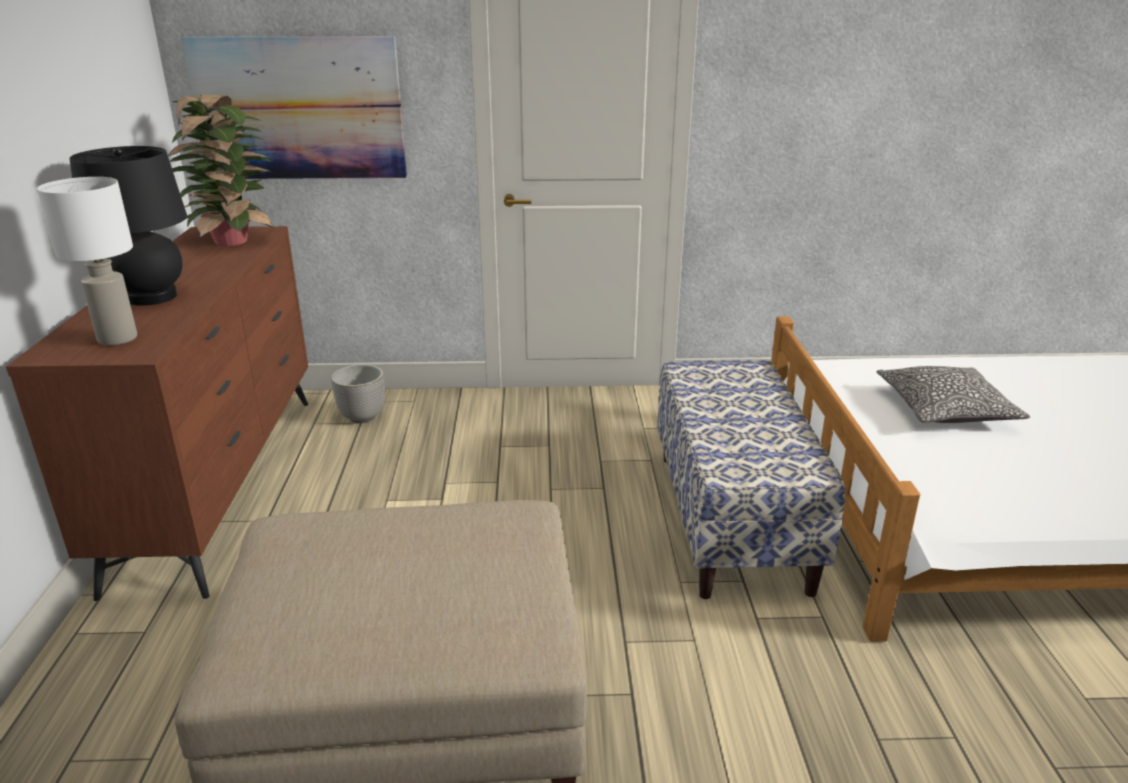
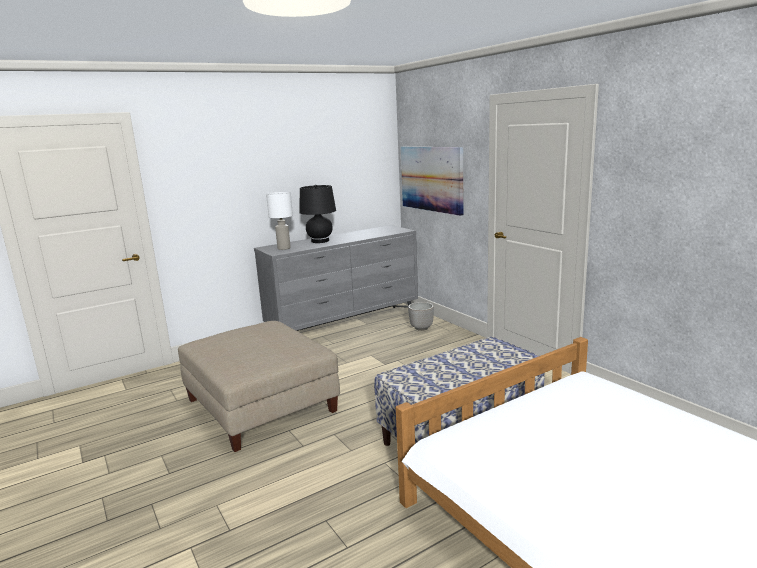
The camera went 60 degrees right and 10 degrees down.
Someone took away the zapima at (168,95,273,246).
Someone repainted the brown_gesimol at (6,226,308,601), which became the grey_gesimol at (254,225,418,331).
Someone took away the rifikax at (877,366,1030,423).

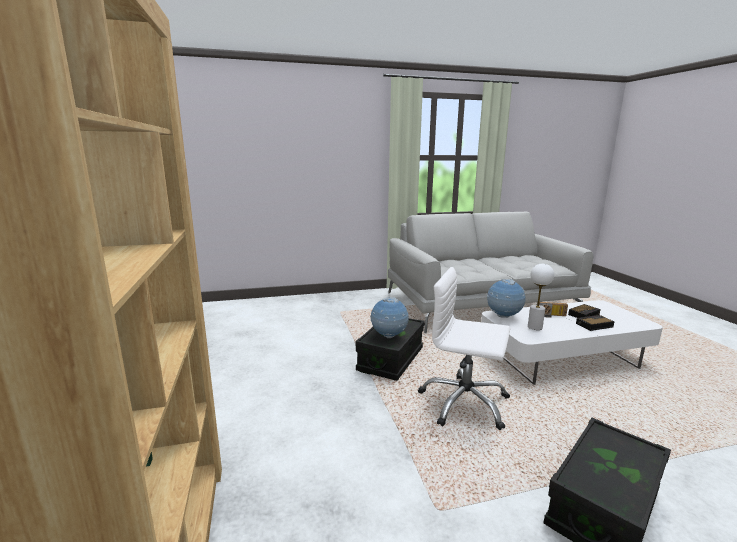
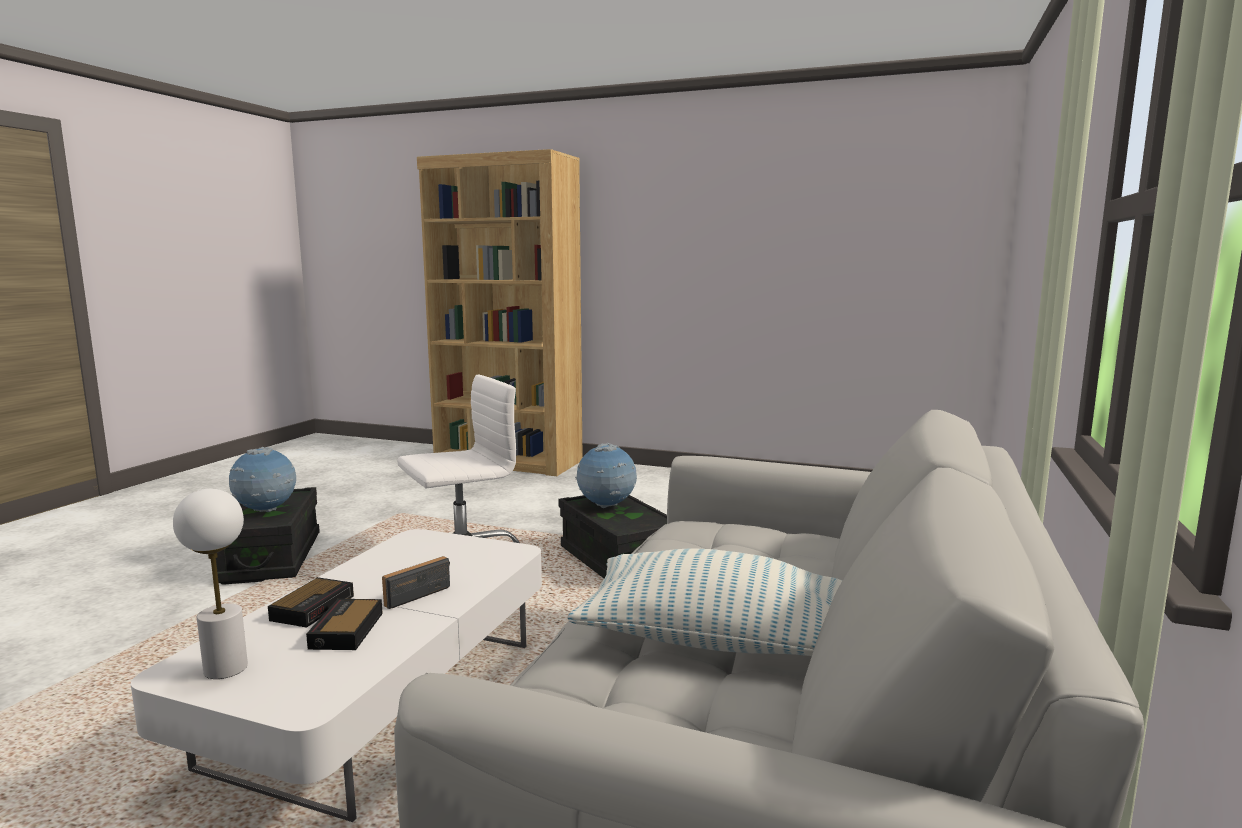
The camera went 125 degrees right and 5 degrees down.
Someone carried the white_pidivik from (528,264,554,330) to (173,489,248,679).
Someone carried the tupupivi from (487,279,525,318) to (229,447,296,512).
Someone put down the rifikax at (567,548,842,656).

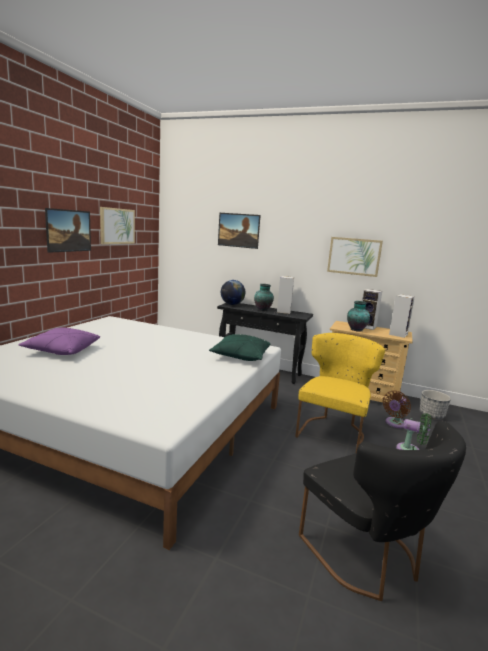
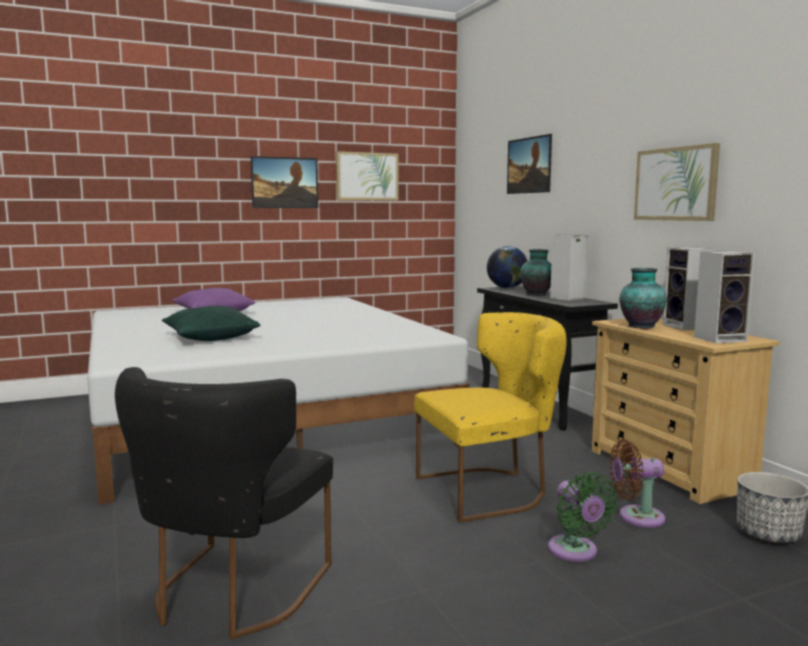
The camera went 45 degrees right and 5 degrees down.
Someone carried the green_rifikax from (209,334,271,361) to (162,306,261,341).

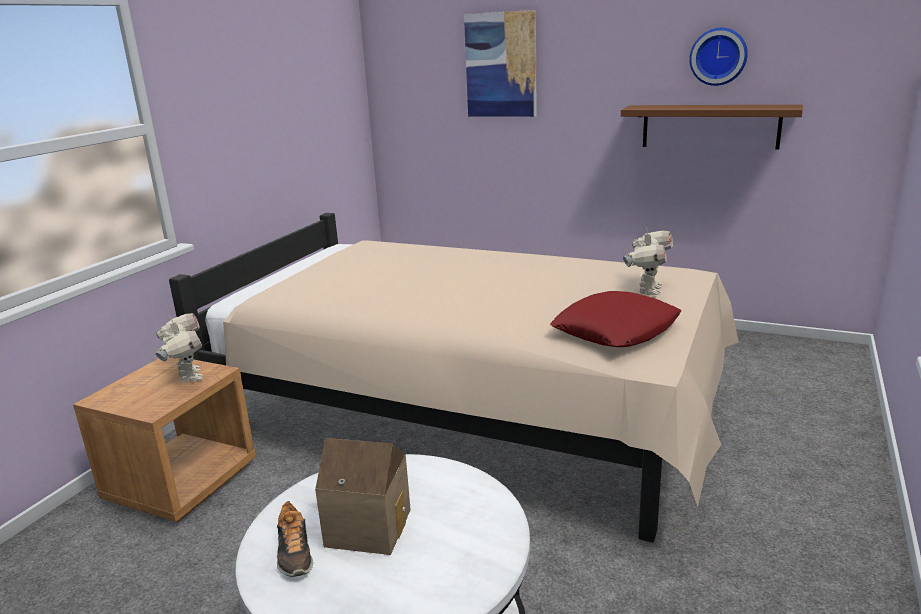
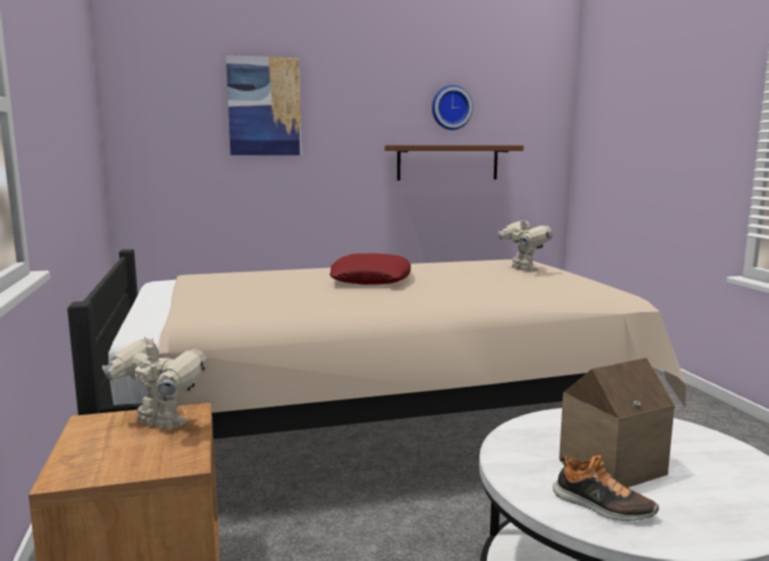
The camera went 40 degrees left and 10 degrees down.
Someone carried the red_rifikax from (550,291,682,347) to (330,253,411,285).

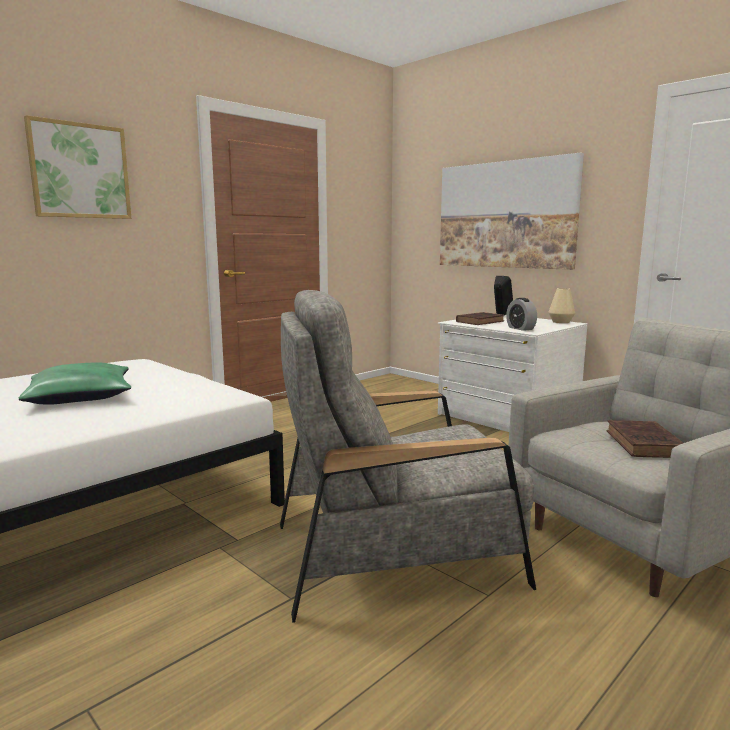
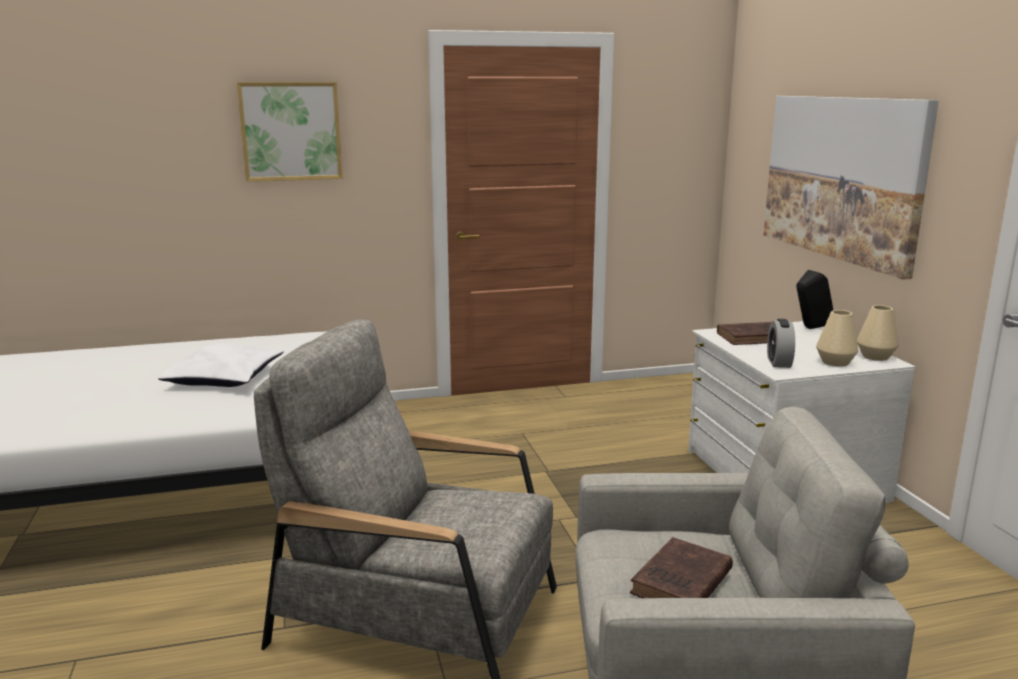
The camera went 30 degrees right and 5 degrees up.
Someone repainted the green_rifikax at (19,362,131,405), which became the white_rifikax at (158,344,284,387).
Someone put down the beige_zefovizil at (816,310,859,367).

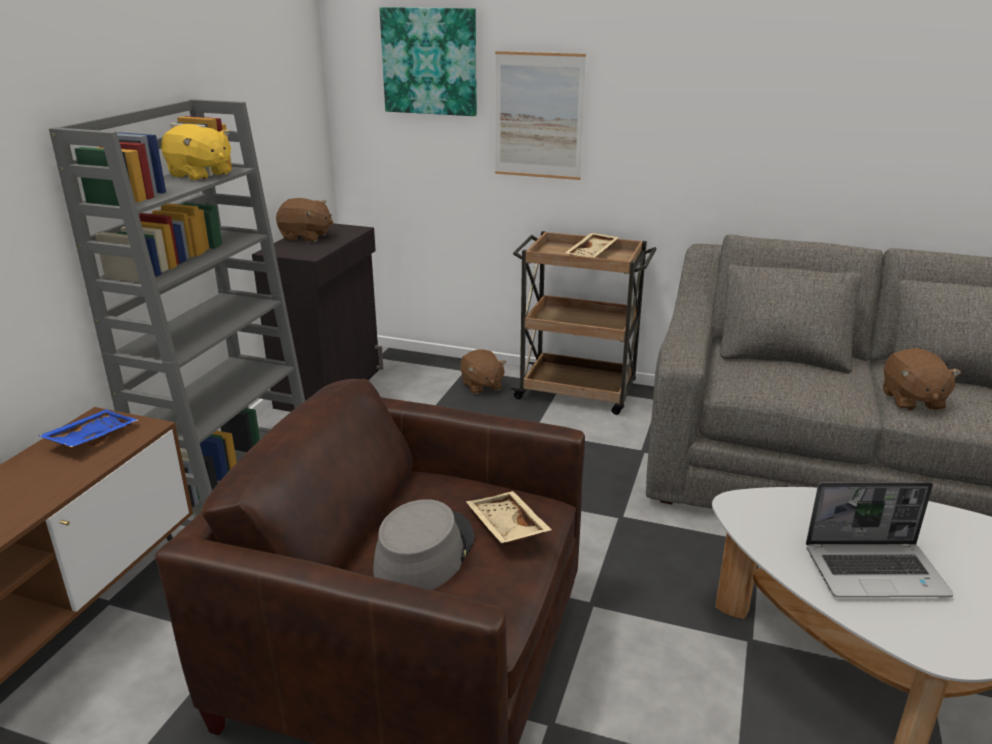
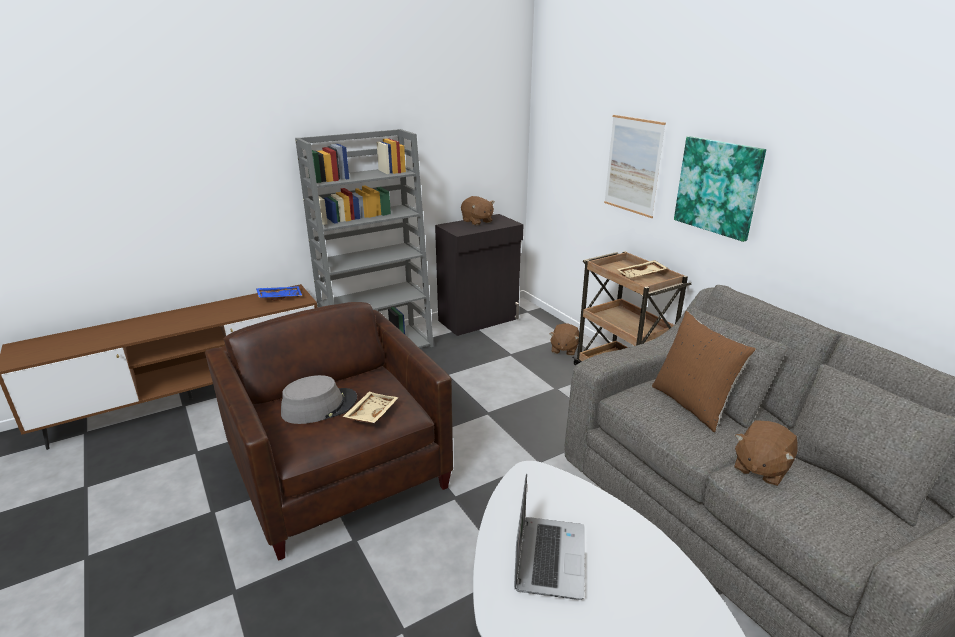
The camera went 40 degrees right and 0 degrees up.
Someone carried the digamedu from (380,7,477,116) to (674,136,766,242).
Someone took away the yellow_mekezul at (161,124,231,181).
Someone rotated the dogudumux at (806,482,953,597) by 120 degrees counterclockwise.
Someone put down the brown_rifikax at (652,311,756,432).

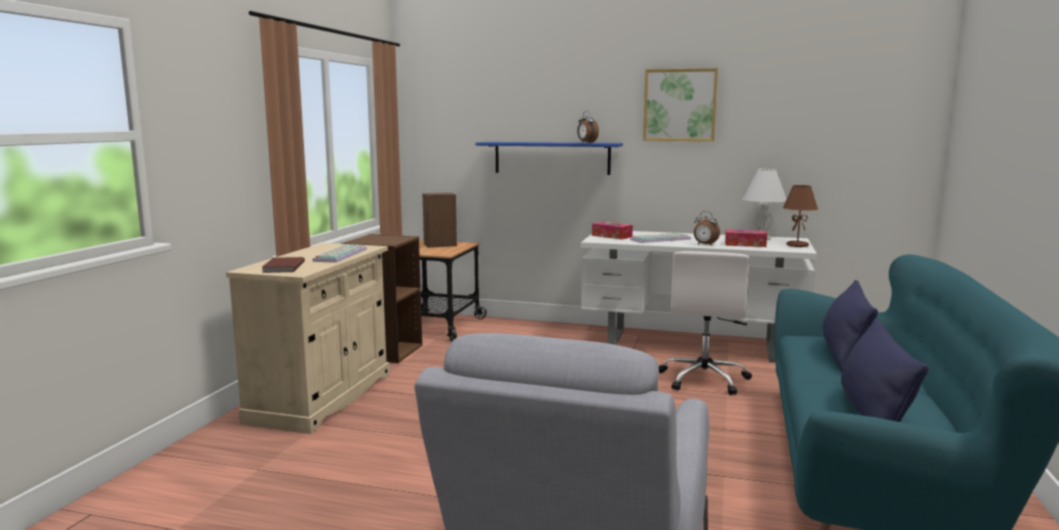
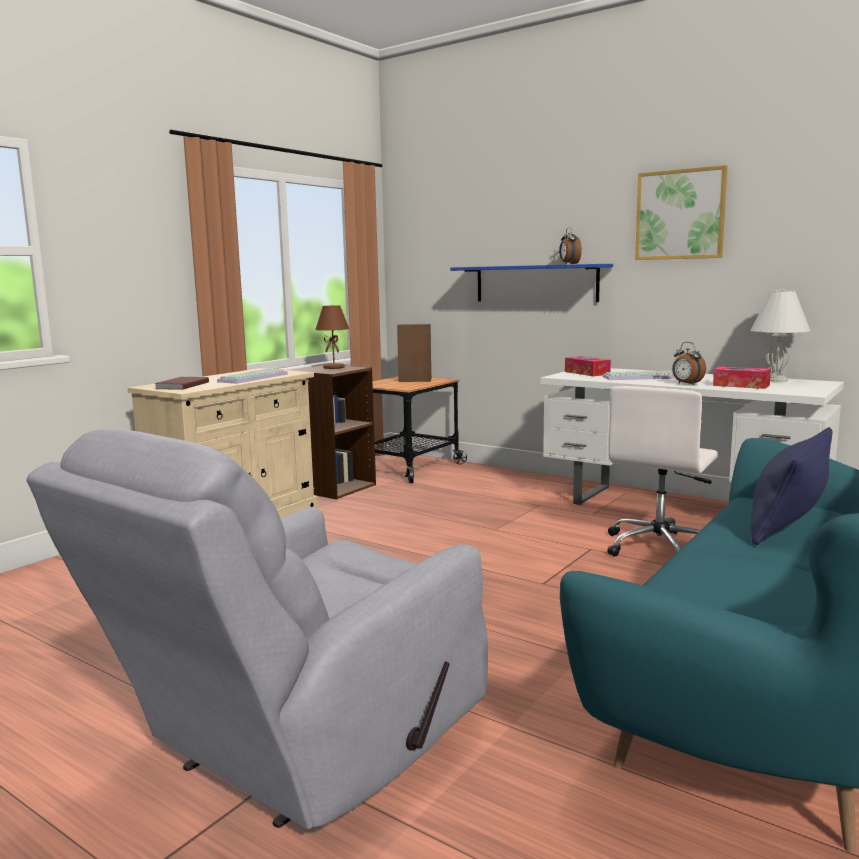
The camera went 20 degrees right and 0 degrees up.
Someone carried the brown_pidivik from (783,185,818,247) to (315,305,349,369).
Someone took away the blue_rifikax at (841,318,929,422).

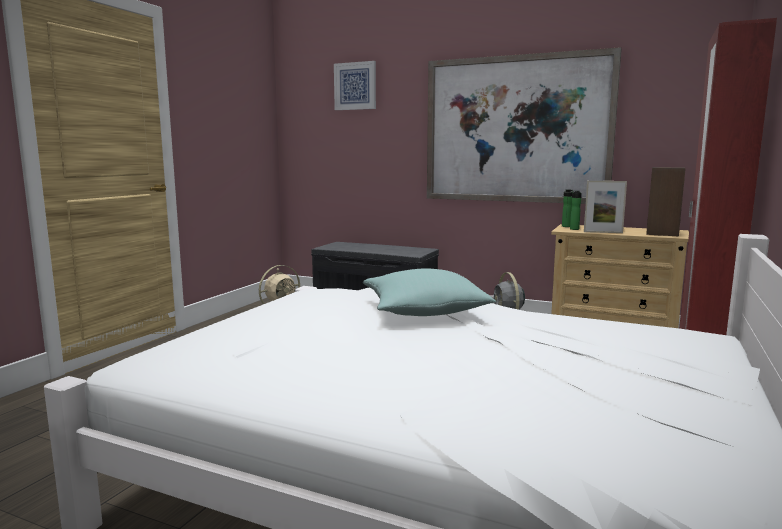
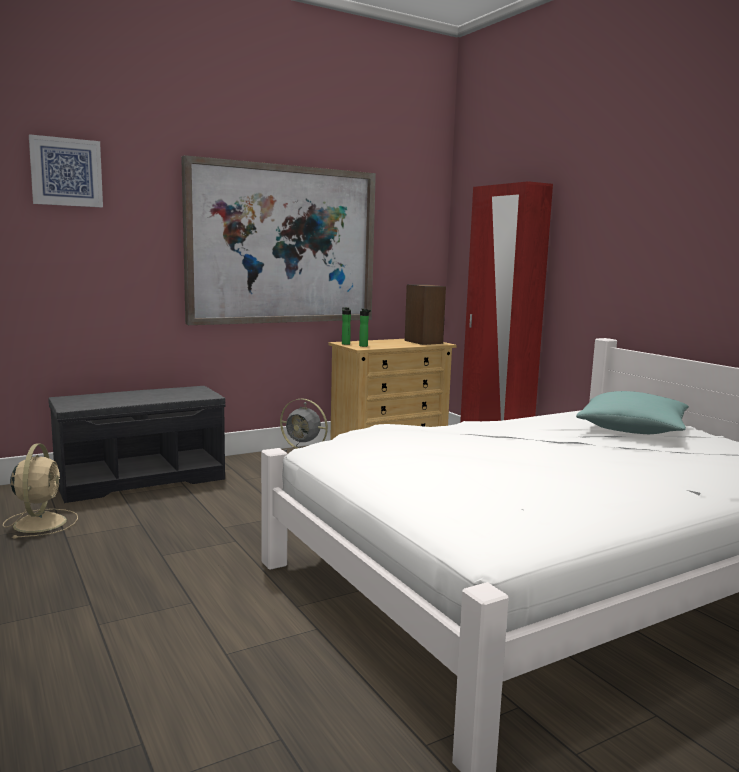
The camera went 55 degrees left and 0 degrees up.
Someone took away the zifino at (584,181,627,233).
Someone carried the turquoise_rifikax from (363,268,496,316) to (576,391,689,434).

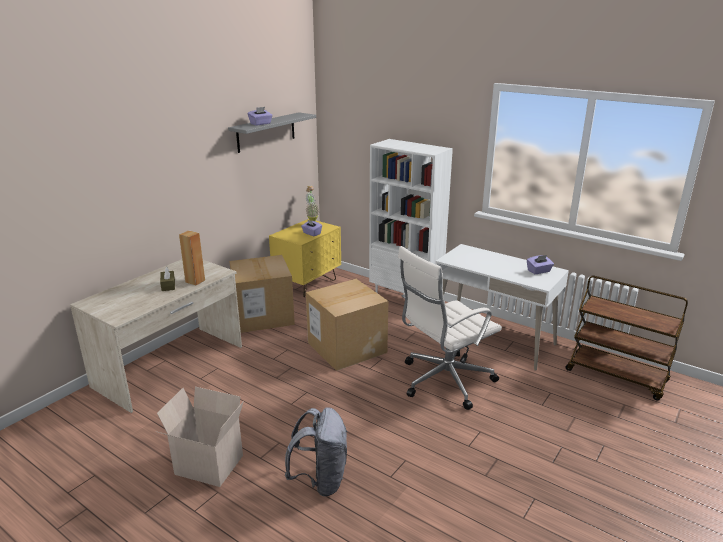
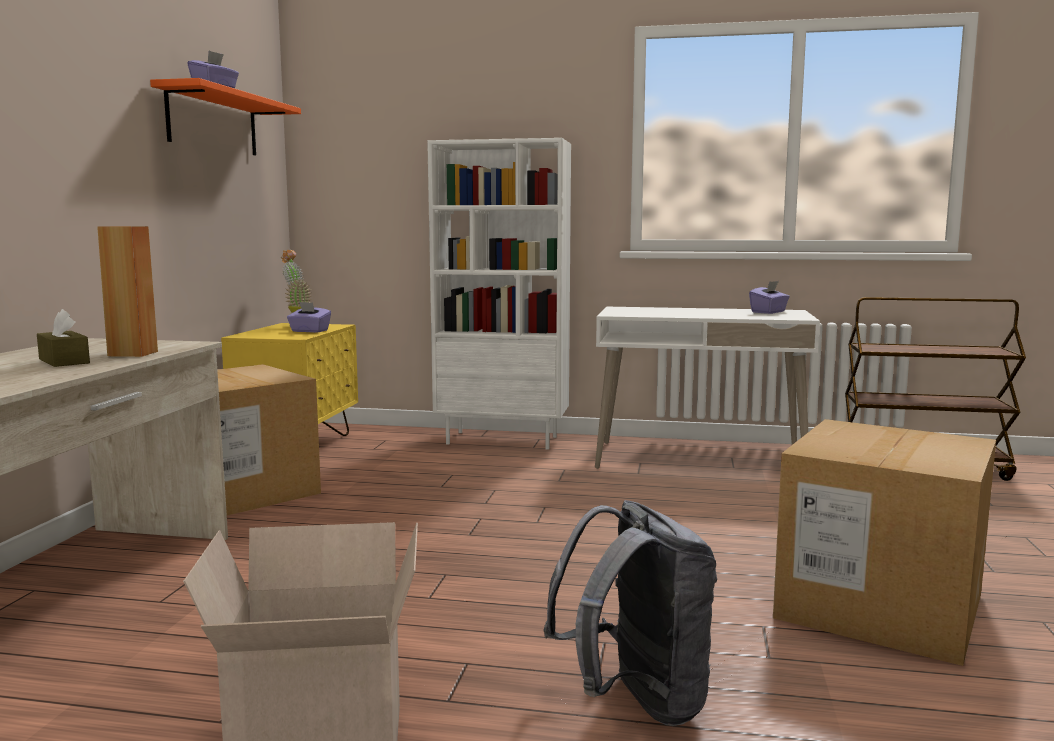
The camera went 25 degrees left and 15 degrees down.
Someone repainted the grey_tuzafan at (228,112,316,153), which became the orange_tuzafan at (150,78,301,155).
Someone took away the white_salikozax at (398,246,502,410).
Someone carried the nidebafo from (306,279,388,371) to (773,419,996,666).

